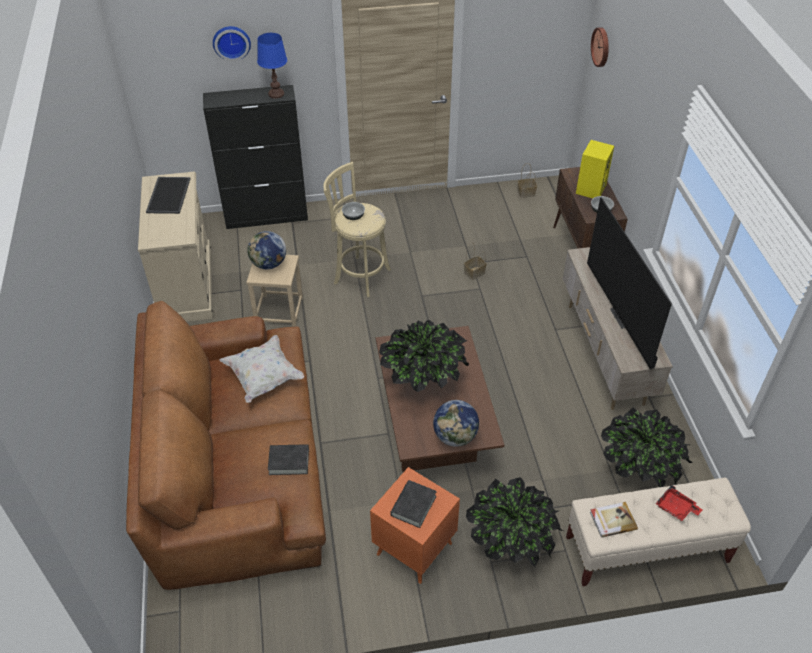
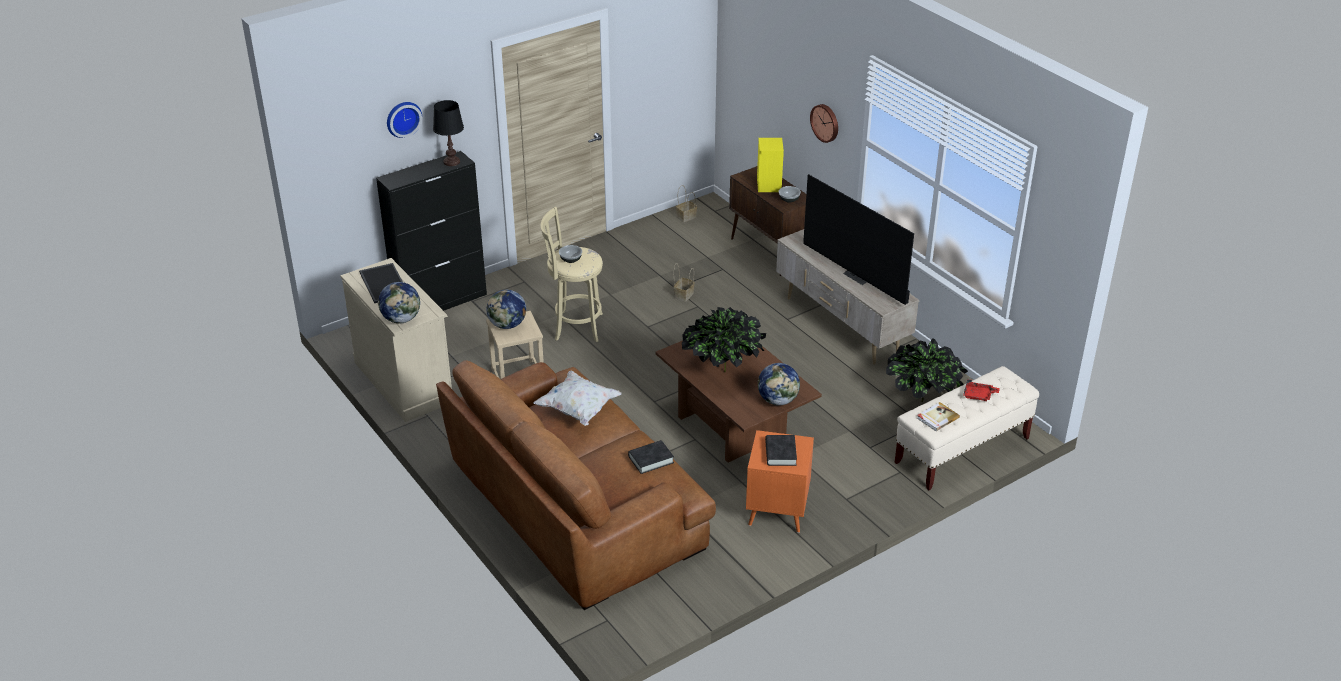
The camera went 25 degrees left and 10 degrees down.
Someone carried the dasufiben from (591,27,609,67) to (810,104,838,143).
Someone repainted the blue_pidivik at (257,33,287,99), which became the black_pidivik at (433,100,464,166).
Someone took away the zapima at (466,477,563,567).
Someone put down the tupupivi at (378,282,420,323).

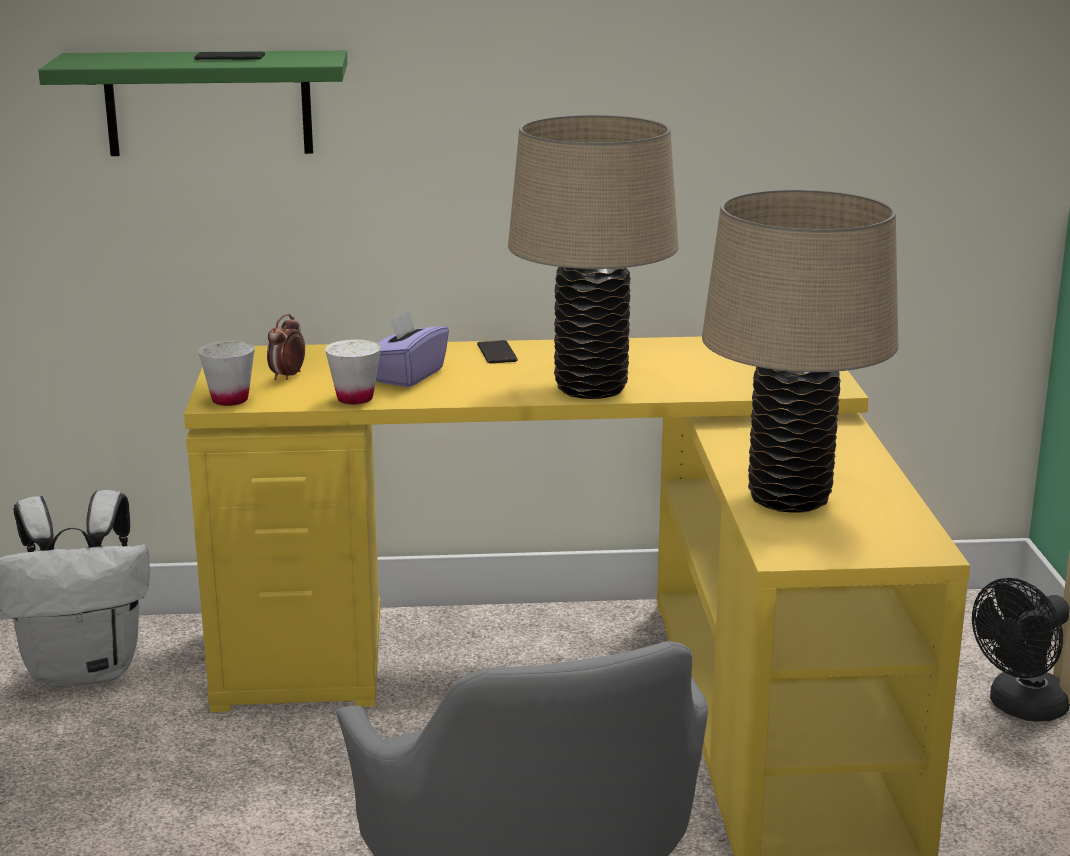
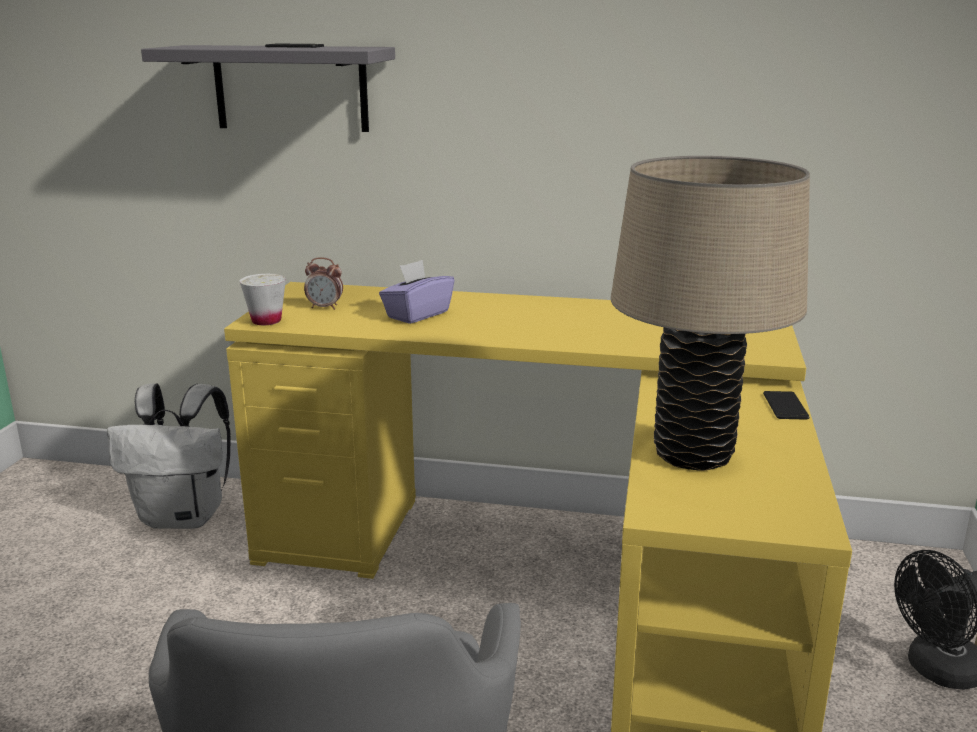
The camera went 15 degrees right and 0 degrees up.
Someone repainted the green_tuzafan at (38,50,347,156), which became the grey_tuzafan at (141,45,395,132).
Someone took away the beige_pidivik at (508,114,679,399).
Someone rotated the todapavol at (267,314,305,380) by 120 degrees counterclockwise.
Someone took away the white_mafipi at (325,339,381,404).
Someone carried the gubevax from (477,340,518,364) to (763,391,810,420).

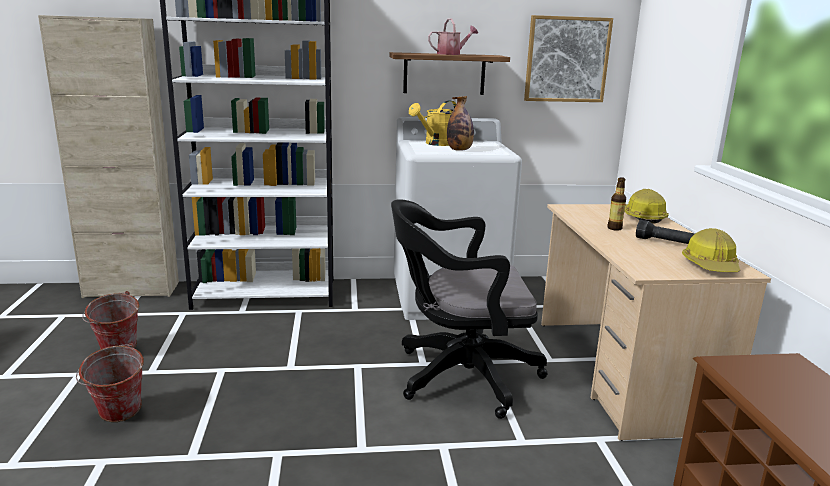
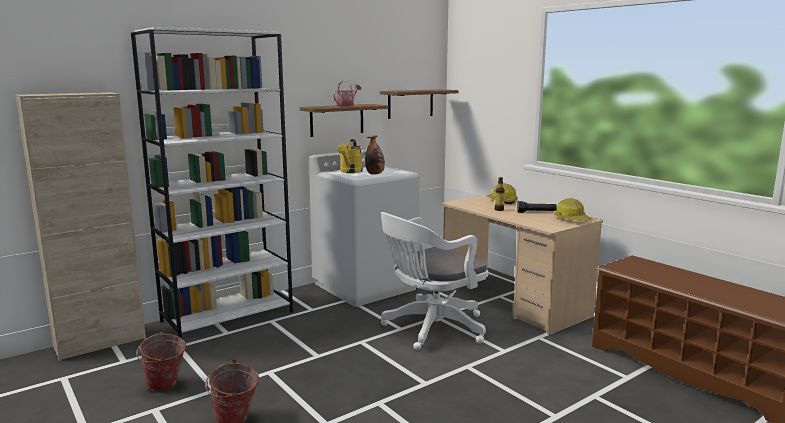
The camera went 30 degrees left and 5 degrees down.
Someone swapped the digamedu at (524,15,613,102) for the tuzafan at (380,89,459,119).
Someone repainted the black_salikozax at (391,199,548,419), which became the white_salikozax at (381,212,488,350).

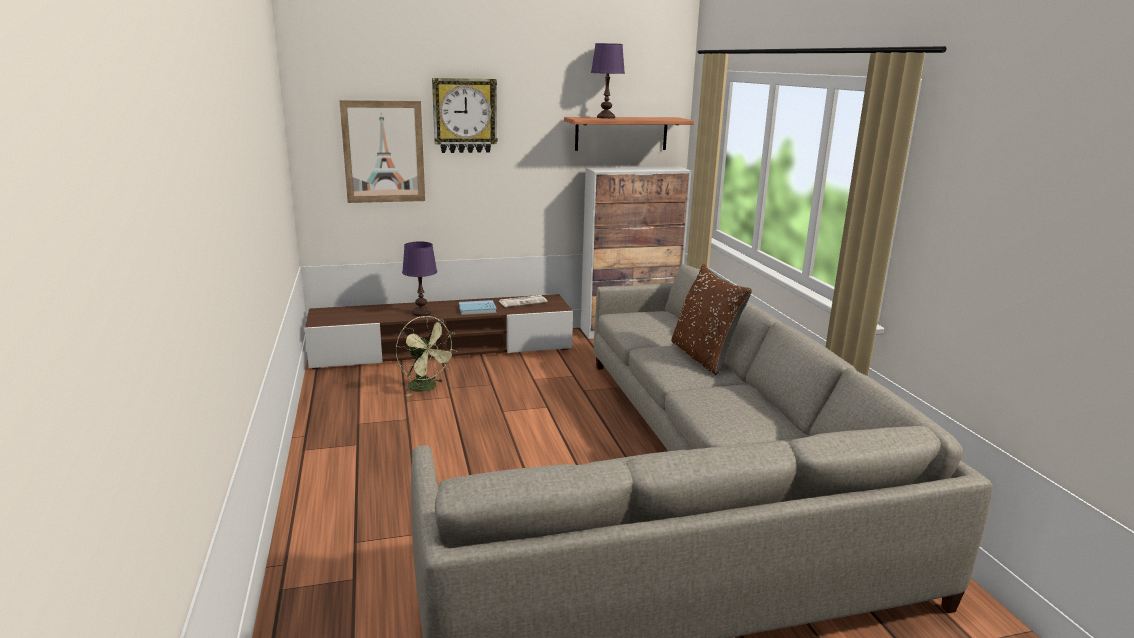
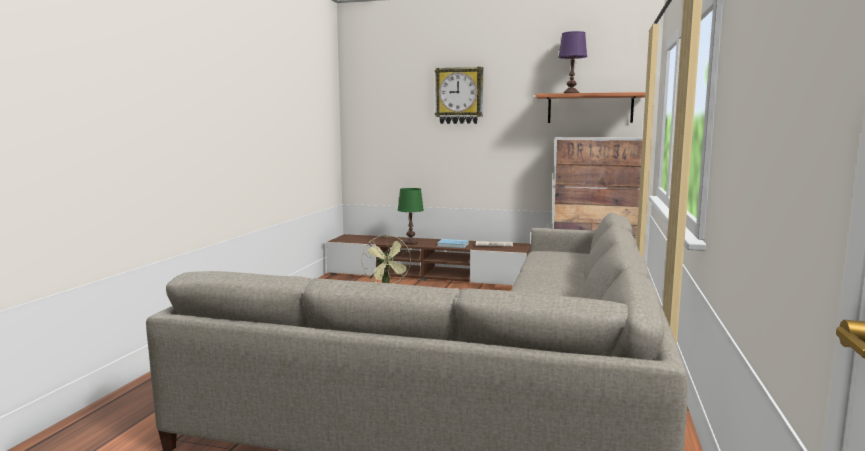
The camera went 30 degrees right and 10 degrees down.
Someone took away the digamedu at (339,100,425,203).
Someone repainted the purple_pidivik at (402,242,437,316), which became the green_pidivik at (397,188,424,245).
Someone took away the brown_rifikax at (671,264,752,375).

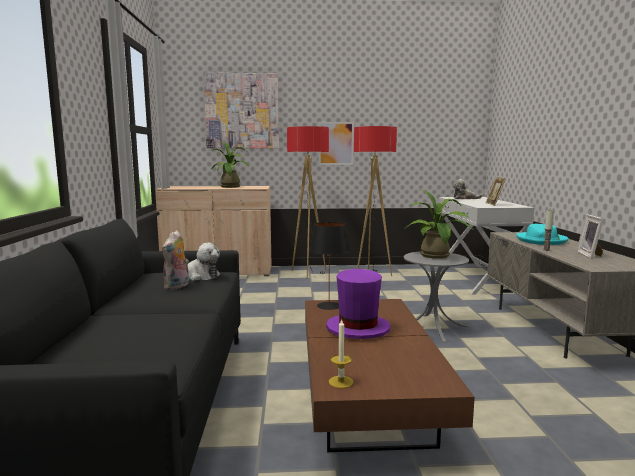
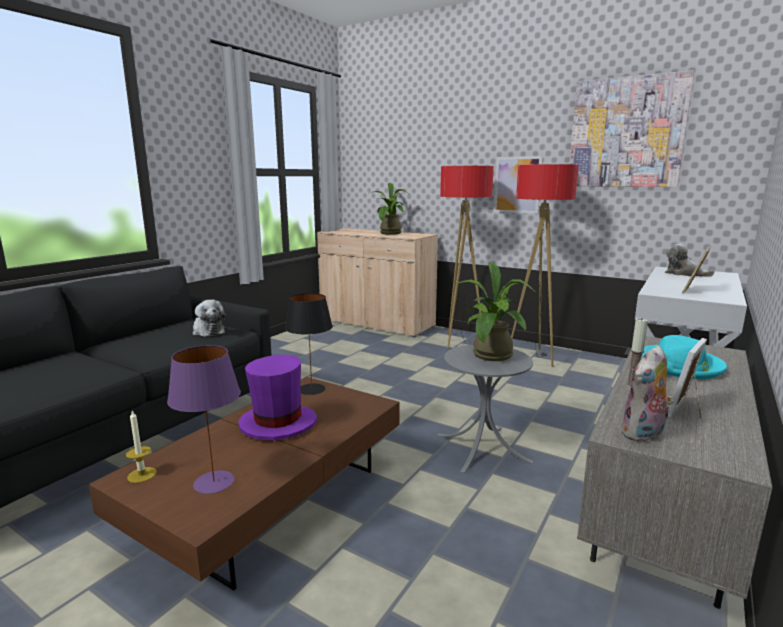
The camera went 35 degrees right and 5 degrees up.
Someone carried the digamedu from (203,73,279,148) to (569,70,694,187).
Someone carried the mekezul from (162,230,189,290) to (620,346,673,443).
Someone put down the purple_pidivik at (167,345,241,494).

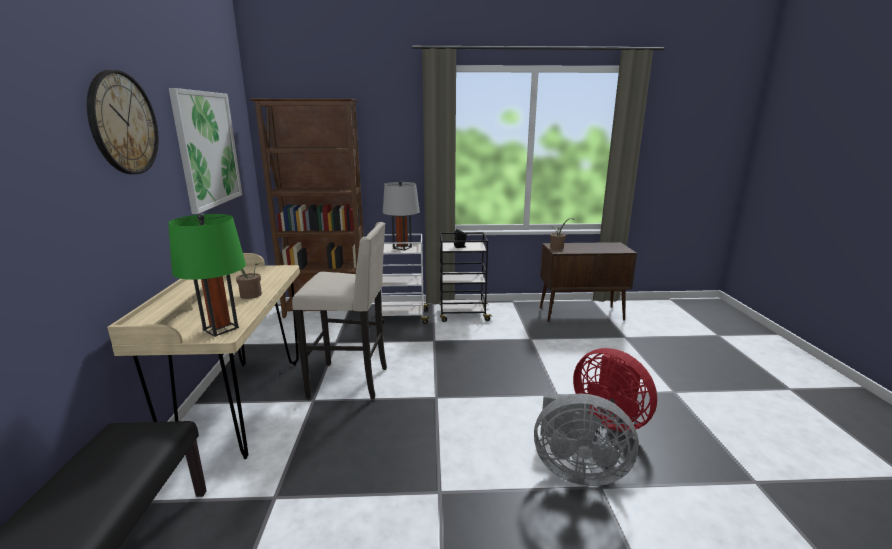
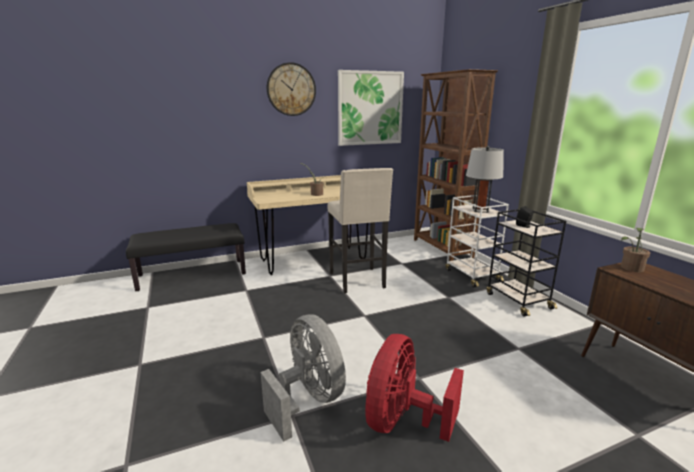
The camera went 70 degrees right and 0 degrees up.
Someone took away the green_pidivik at (168,213,246,337).
Someone rotated the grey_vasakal at (534,392,639,486) by 150 degrees clockwise.

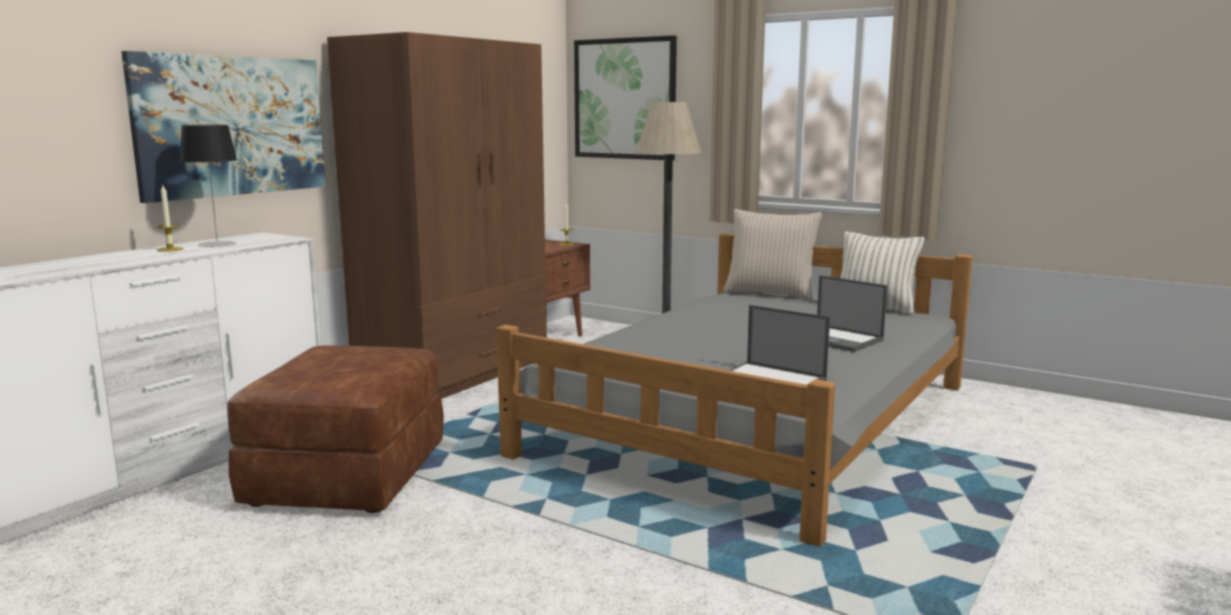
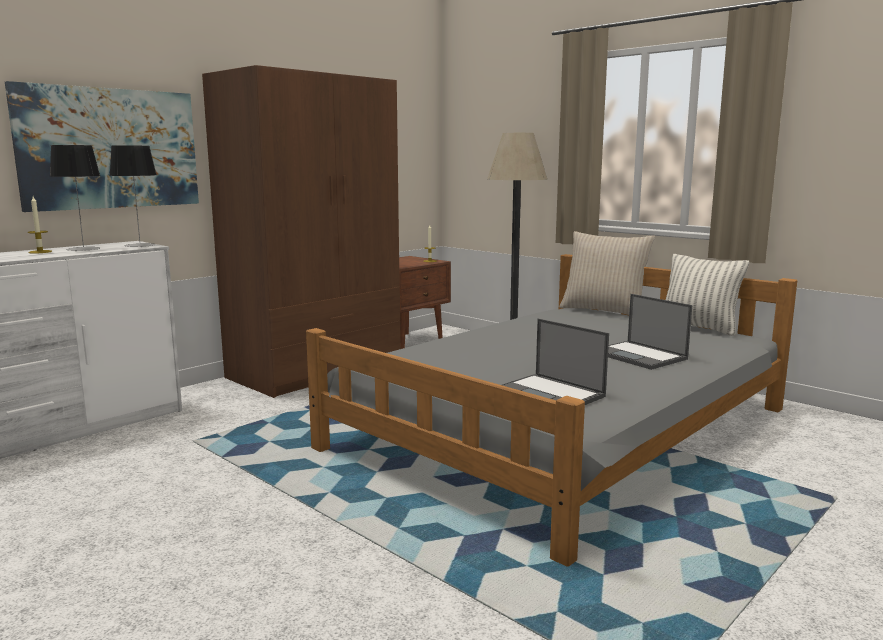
The camera went 10 degrees right and 0 degrees up.
Someone took away the digamedu at (574,35,677,160).
Someone took away the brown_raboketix at (227,345,444,513).
Someone put down the pidivik at (109,145,156,247).

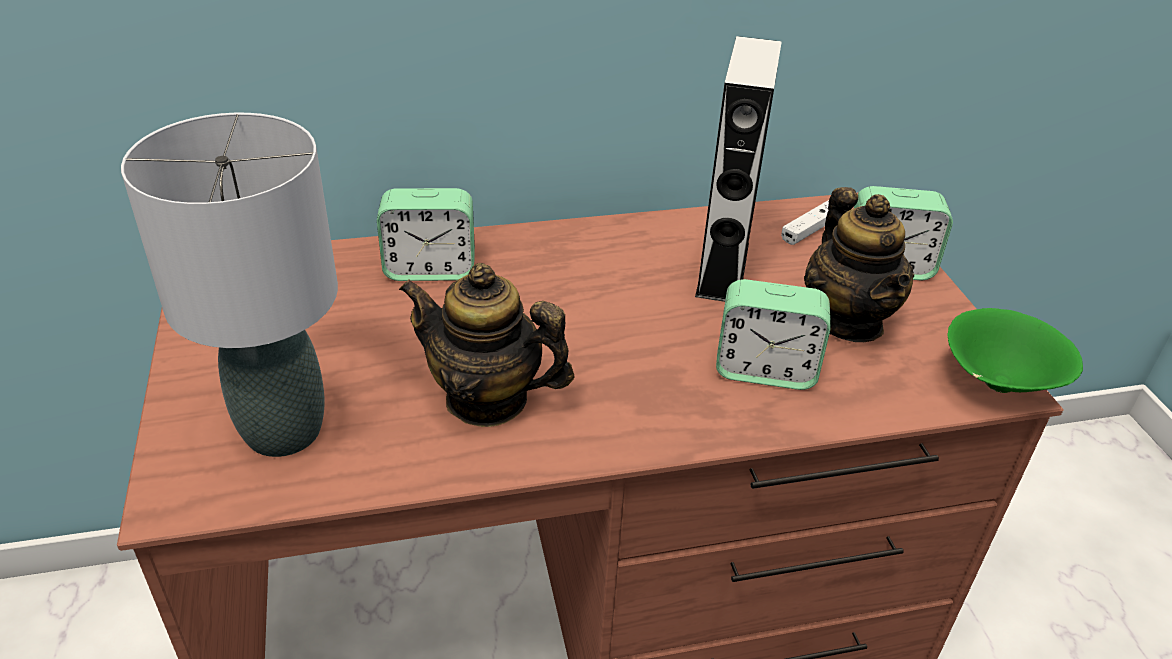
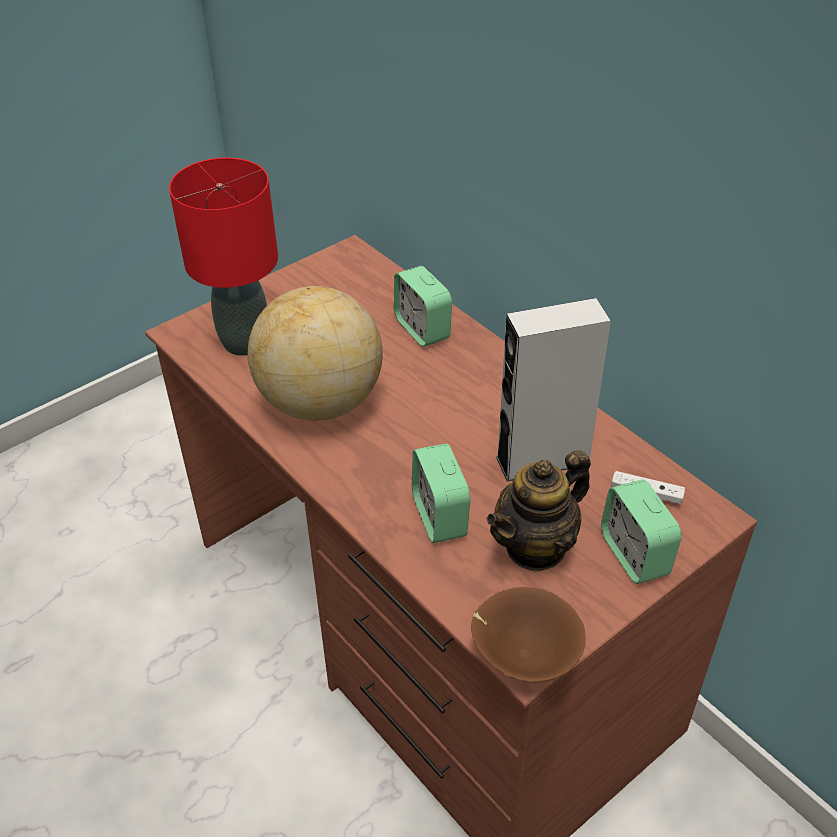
The camera went 65 degrees right and 5 degrees up.
Someone repainted the grey_pidivik at (121,113,338,457), which became the red_pidivik at (169,158,278,356).
Someone swapped the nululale at (399,263,574,427) for the tupupivi at (248,286,383,421).
Someone repainted the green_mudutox at (947,308,1083,393), which became the brown_mudutox at (471,587,586,683).

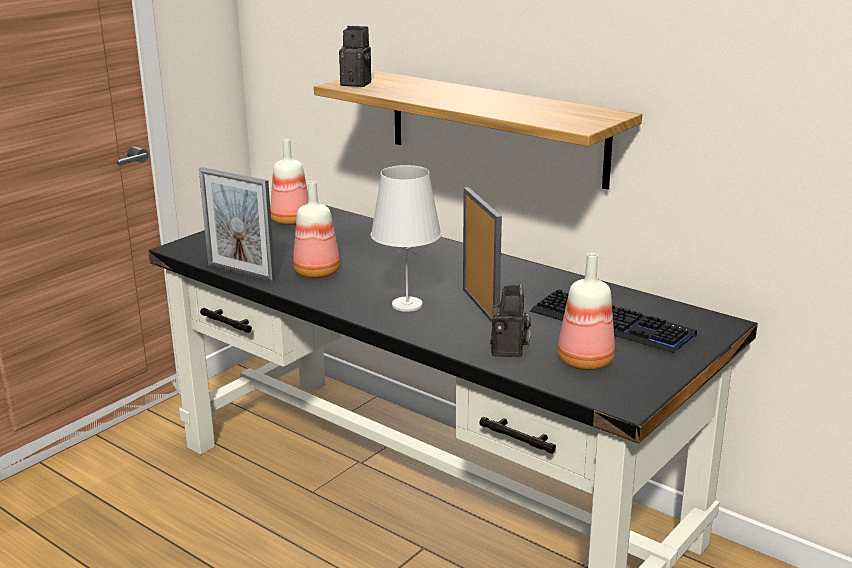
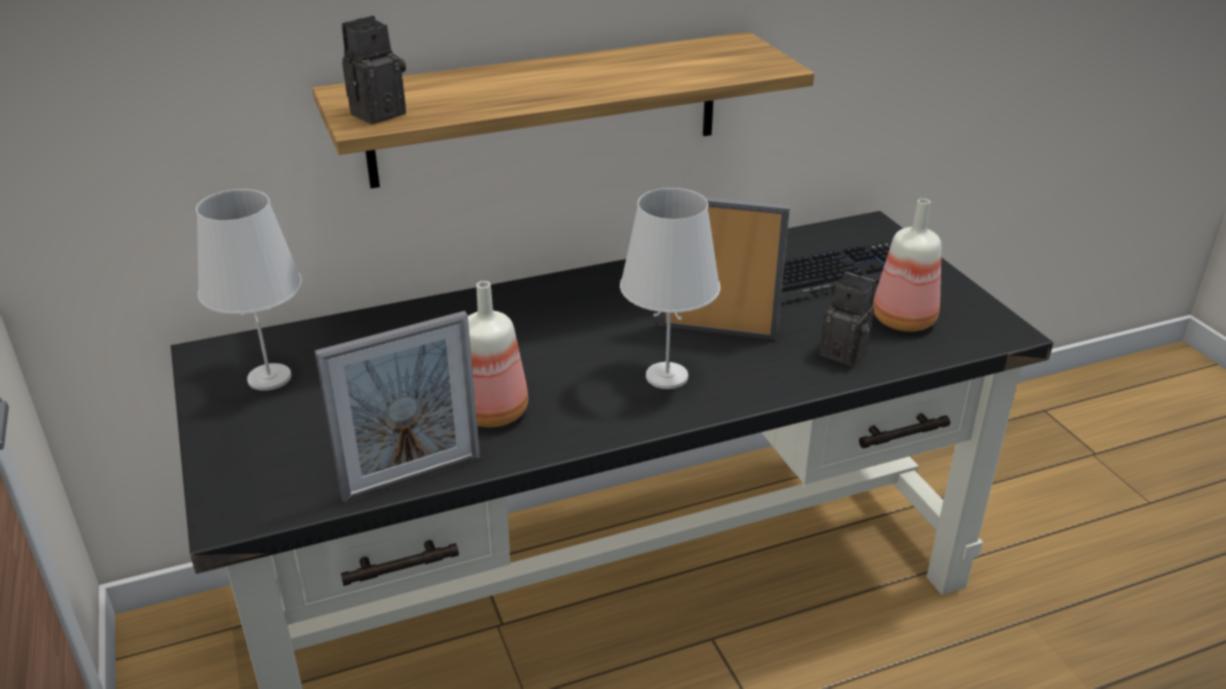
The camera went 60 degrees left and 10 degrees up.
Someone swapped the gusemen at (270,139,308,225) for the white_pidivik at (196,189,302,391).

